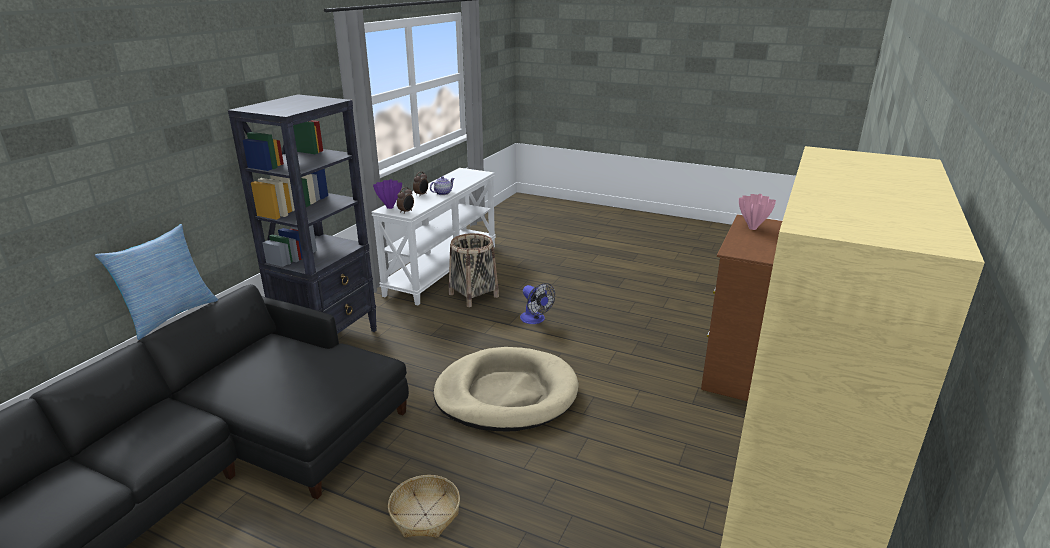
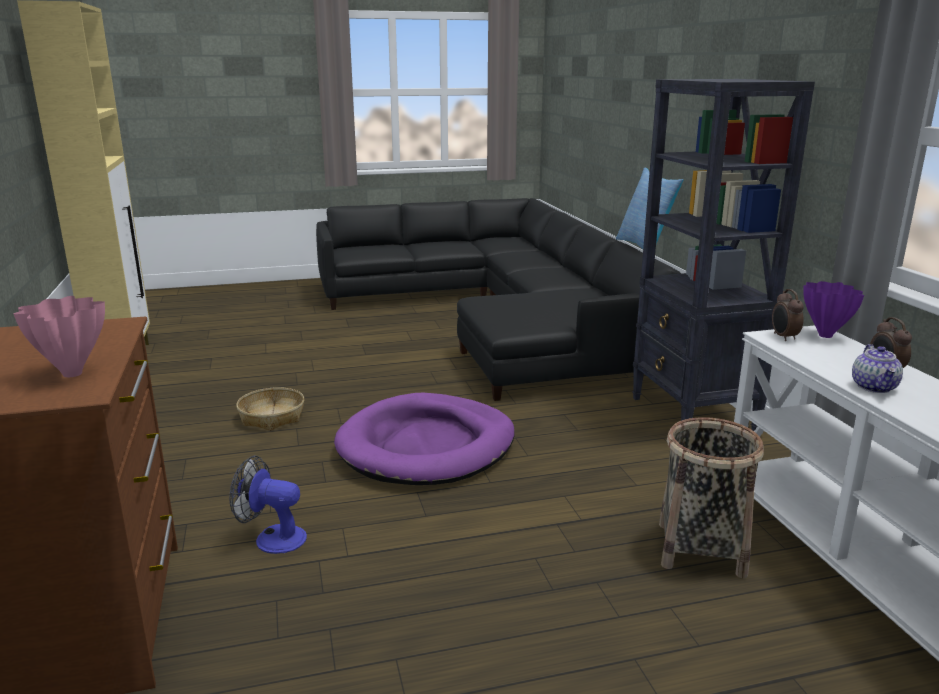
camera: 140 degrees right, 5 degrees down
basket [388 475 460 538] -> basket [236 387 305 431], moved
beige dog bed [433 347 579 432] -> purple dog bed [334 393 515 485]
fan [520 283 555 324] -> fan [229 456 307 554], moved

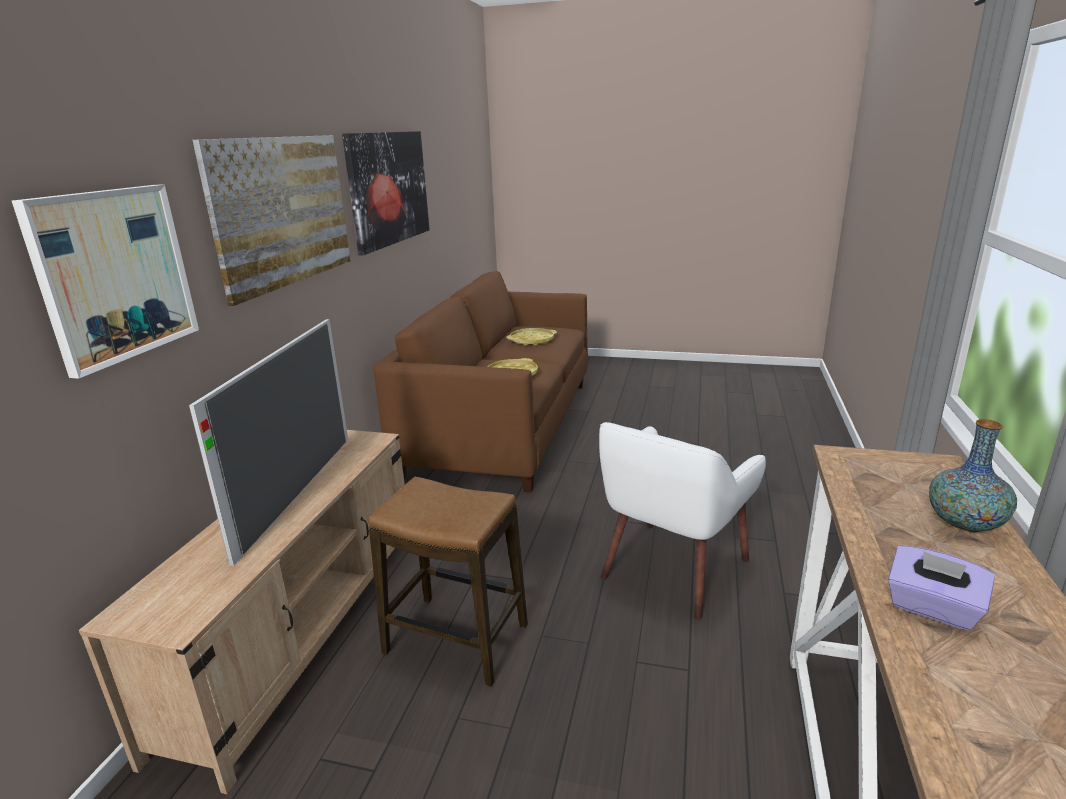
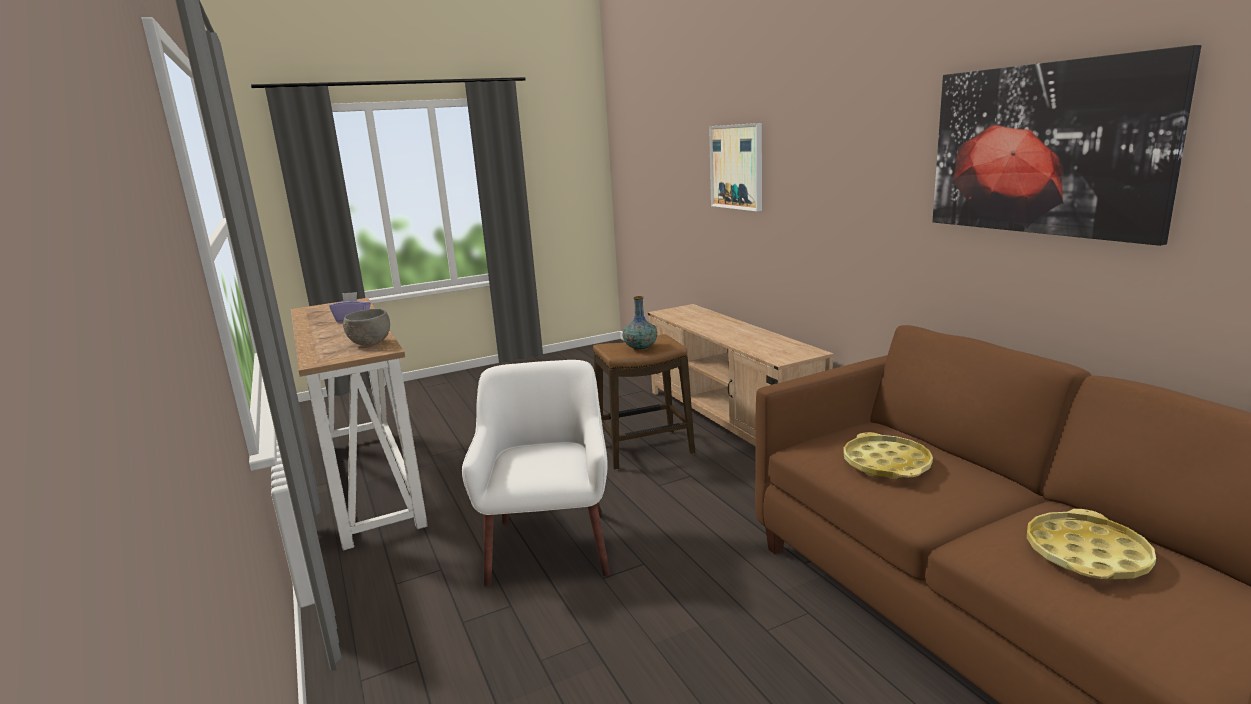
camera: 140 degrees right, 5 degrees down
television [189 319 348 566] -> none
picture [192 135 351 306] -> none
vase [929 419 1017 532] -> vase [623 296 657 351], moved
none -> grey bowl [343 309 390 346]

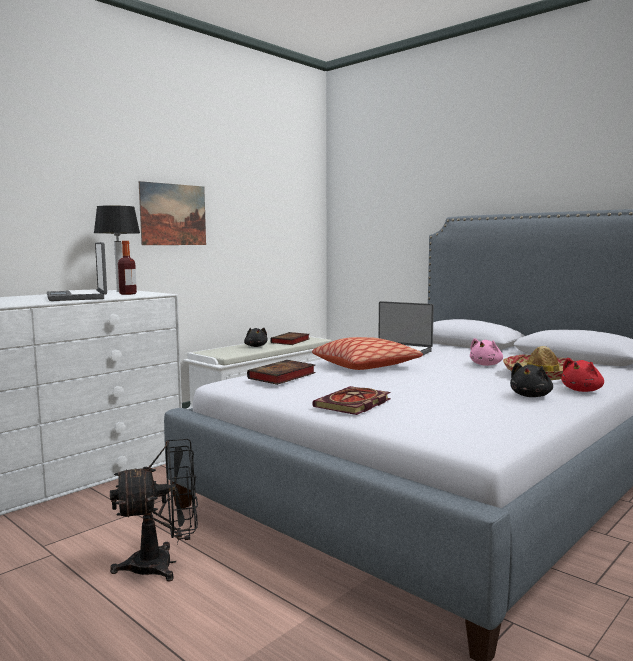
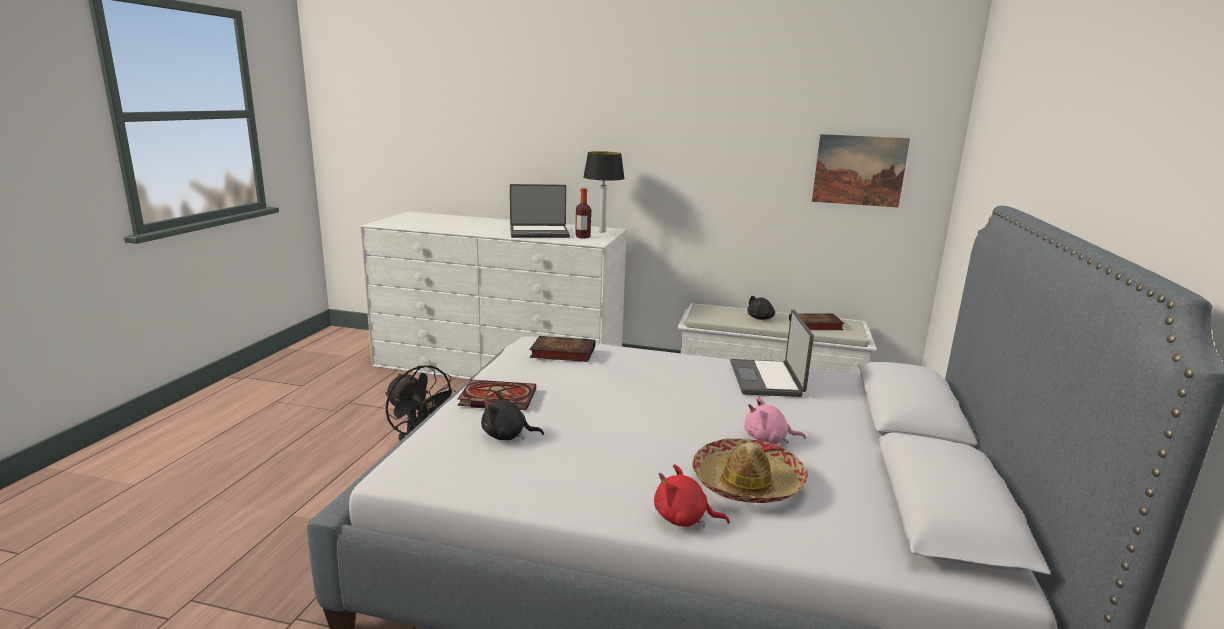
camera: 60 degrees right, 10 degrees up
laptop [47 242 107 301] -> laptop [510 184 570 238], 135 degrees counterclockwise
picture [139 181 206 245] -> picture [812 134 910 207], moved
pillow [312 337 423 370] -> none
black plush toy [510 362 553 397] -> black plush toy [481 392 544 440], moved

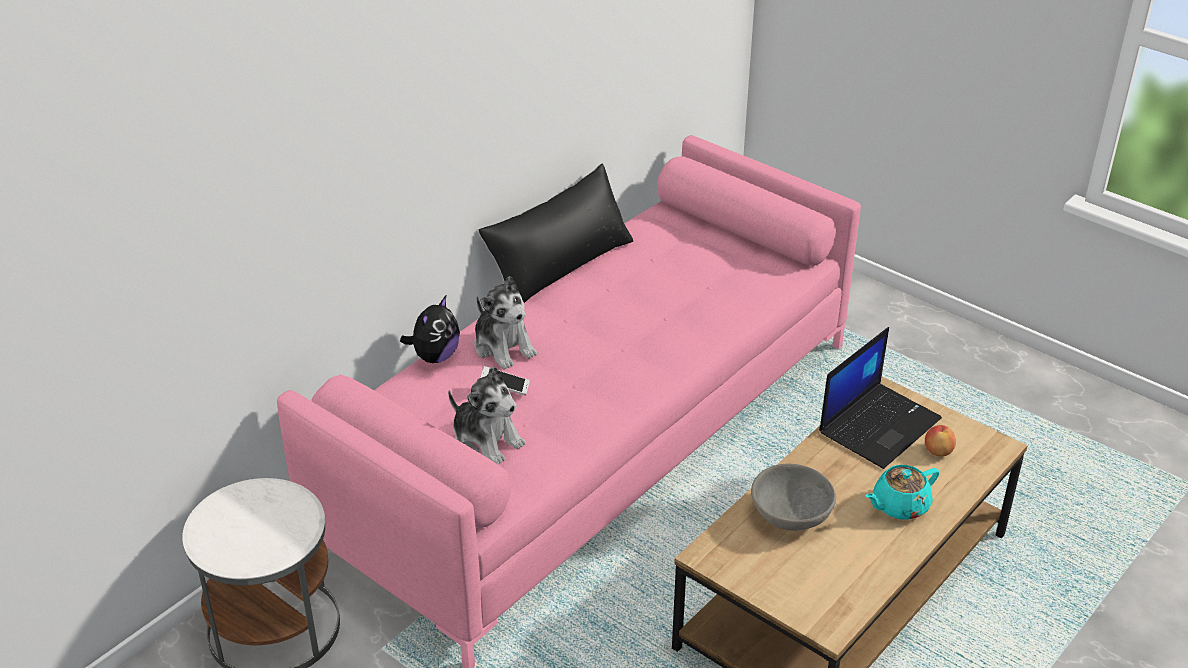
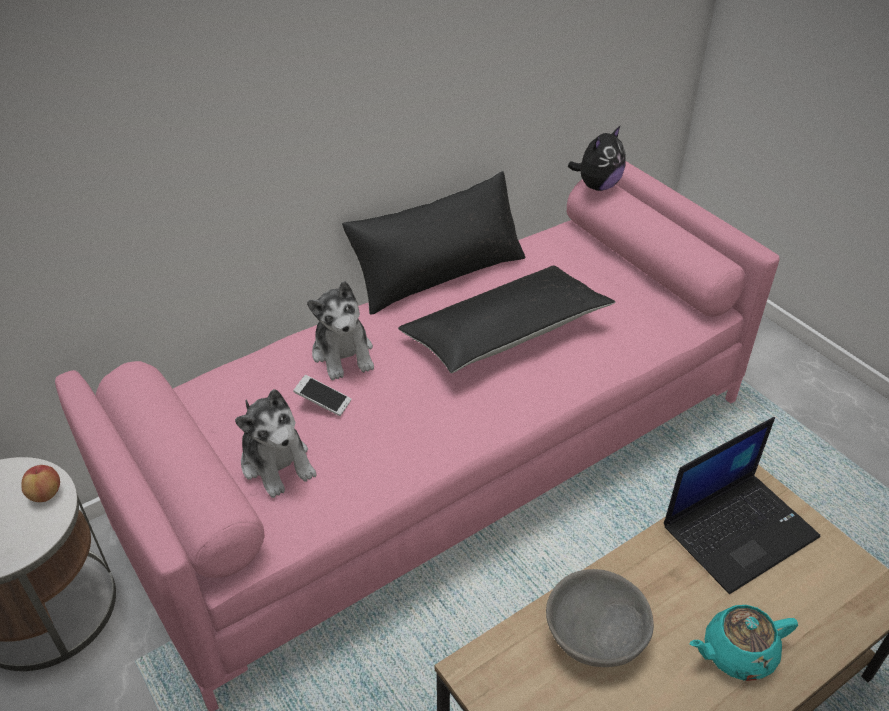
camera: 15 degrees right, 5 degrees up
plush toy [400 296 460 363] -> plush toy [568 125 626 191], moved
apple [925 425 956 457] -> apple [22 465 60 502], moved
none -> black pillow [398 265 615 373]

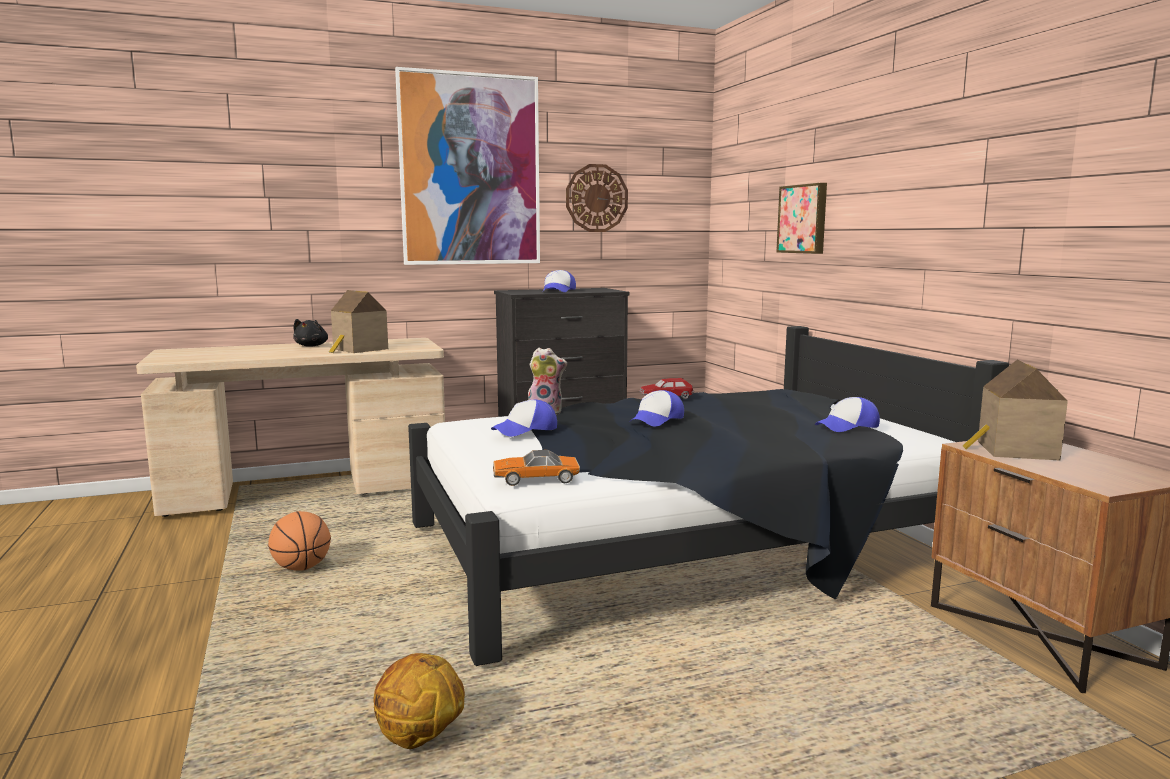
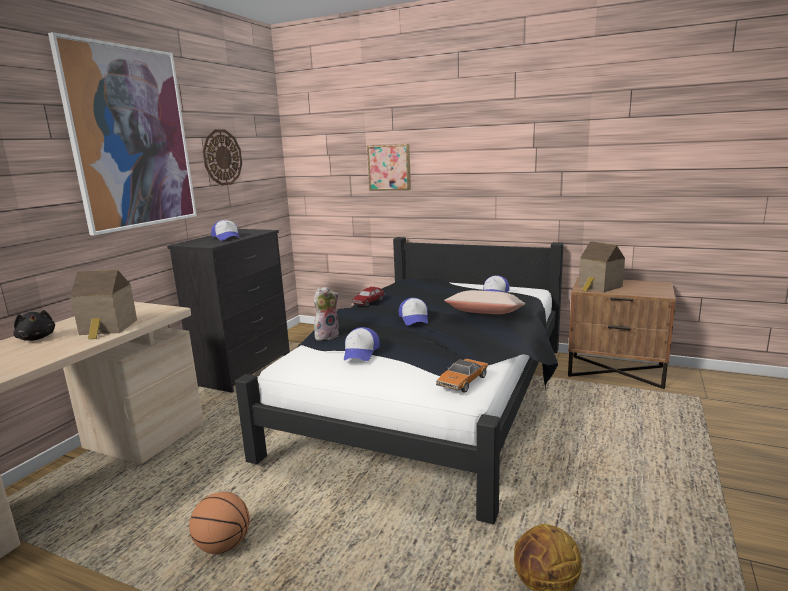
camera: 45 degrees left, 5 degrees up
none -> beige pillow [444 290 525 314]

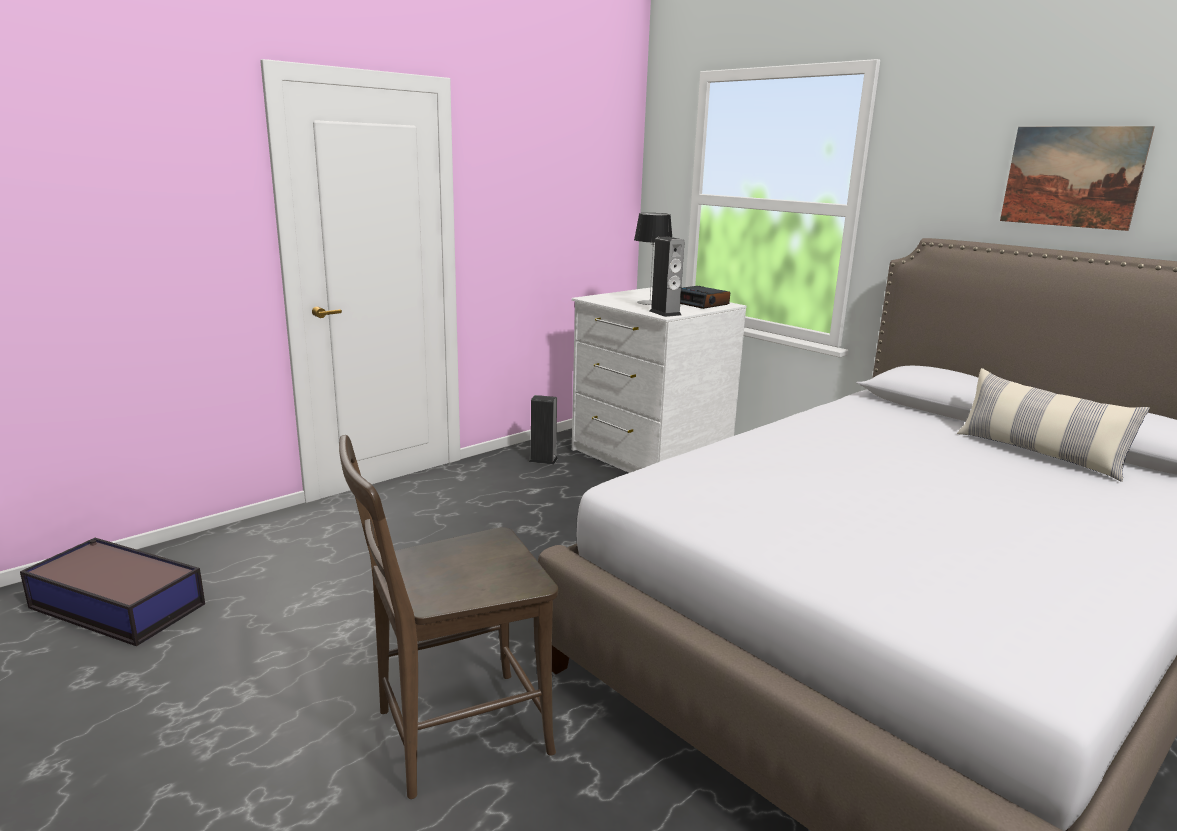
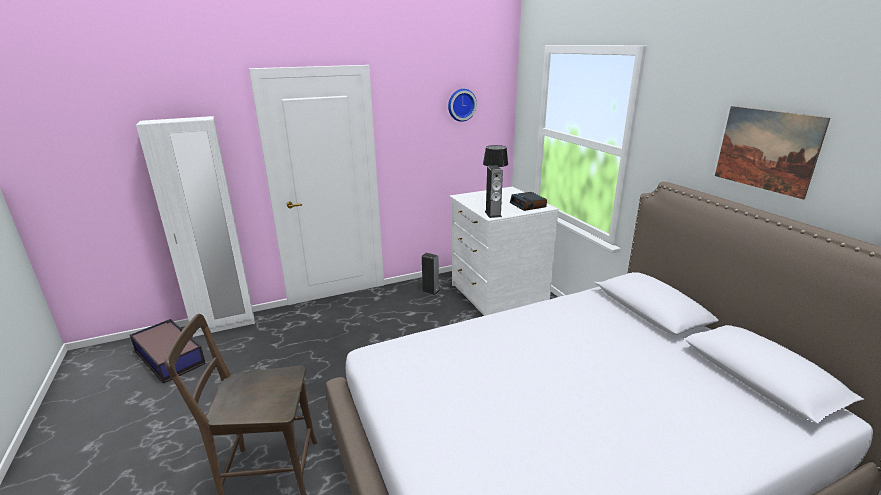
camera: 20 degrees right, 5 degrees up
pillow [957 368 1150 482] -> none
none -> white wardrobe [136 116 255 337]
none -> wall clock [448 89 477 122]

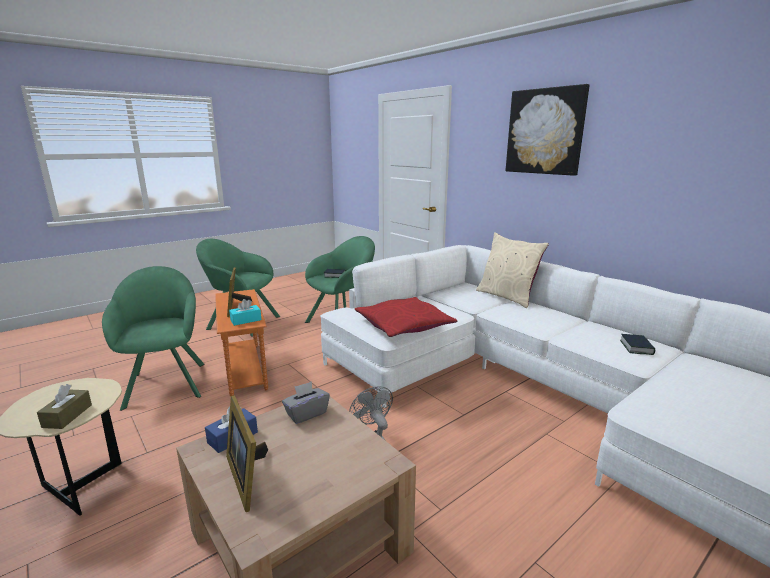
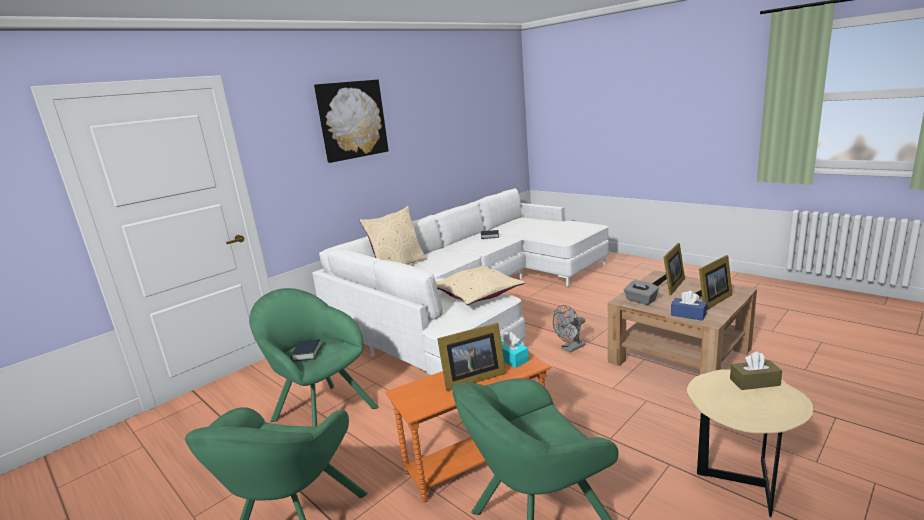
camera: 95 degrees left, 0 degrees up
red pillow [355 297 457 337] -> beige pillow [436 266 525 305]
none -> picture frame [652 243 685 295]

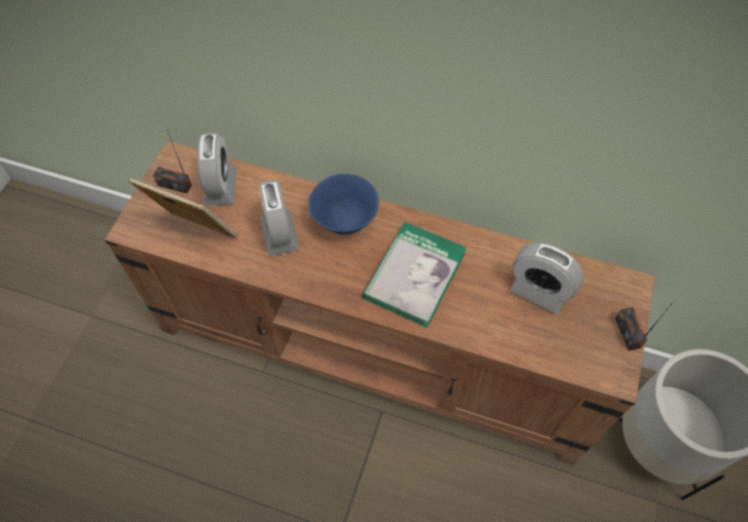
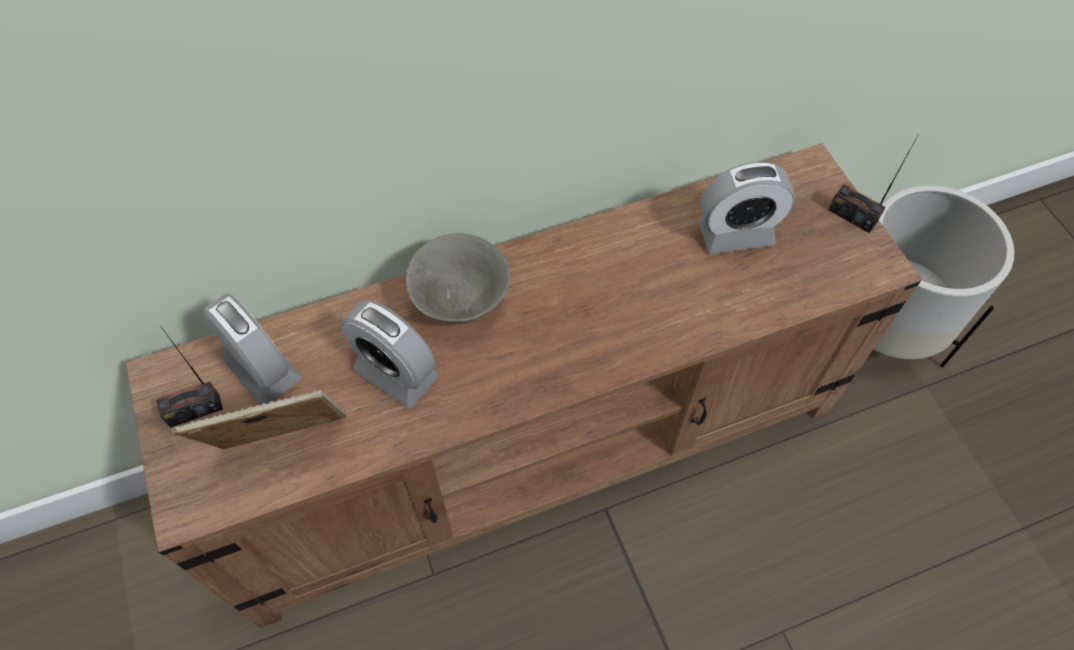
camera: 40 degrees left, 0 degrees up
blue bowl [308 174 379 235] -> grey bowl [406 233 510 324]
book [362 222 466 327] -> none

